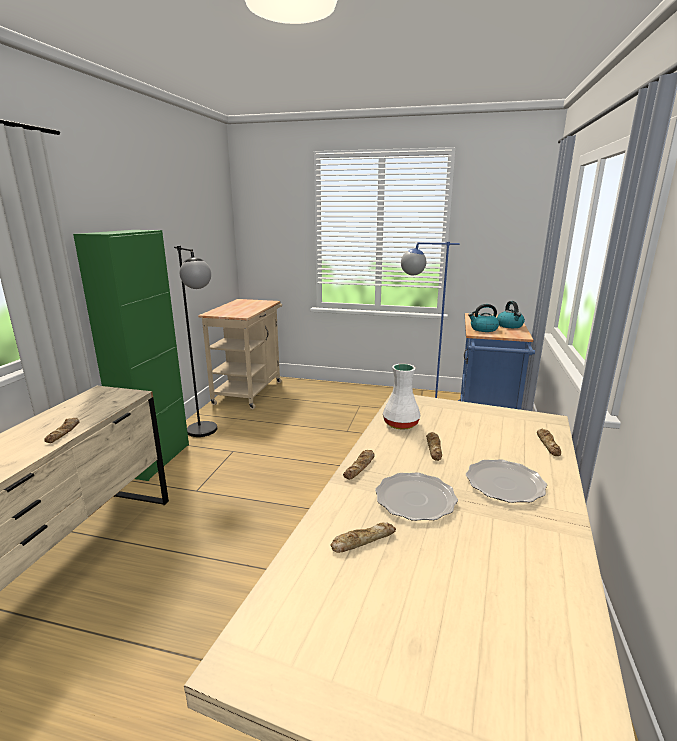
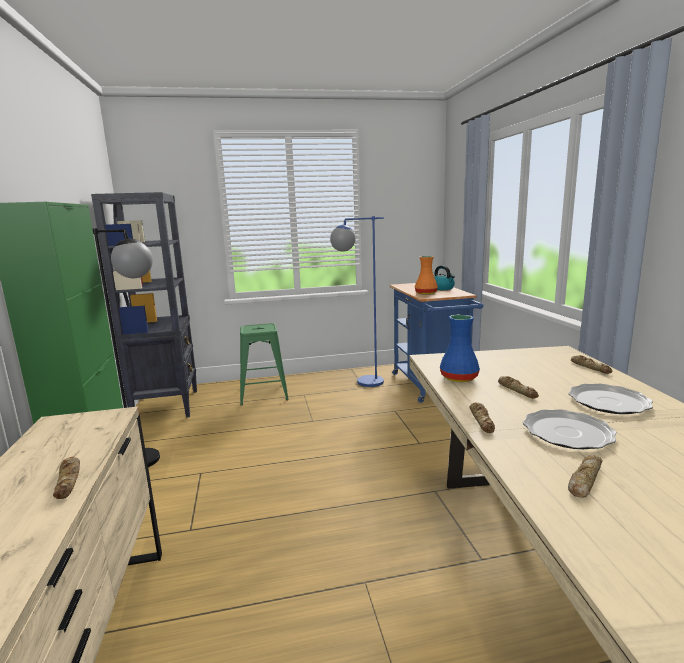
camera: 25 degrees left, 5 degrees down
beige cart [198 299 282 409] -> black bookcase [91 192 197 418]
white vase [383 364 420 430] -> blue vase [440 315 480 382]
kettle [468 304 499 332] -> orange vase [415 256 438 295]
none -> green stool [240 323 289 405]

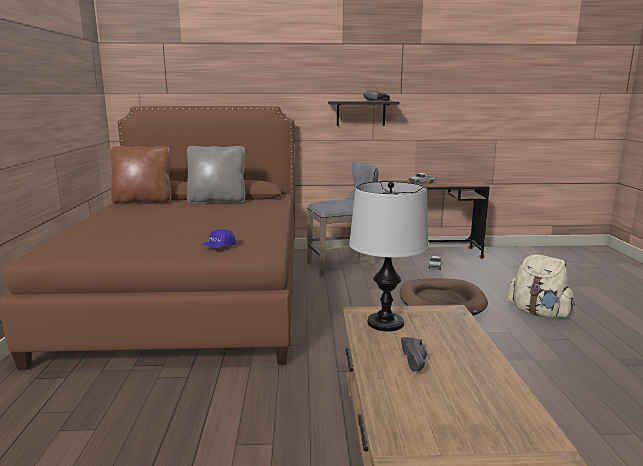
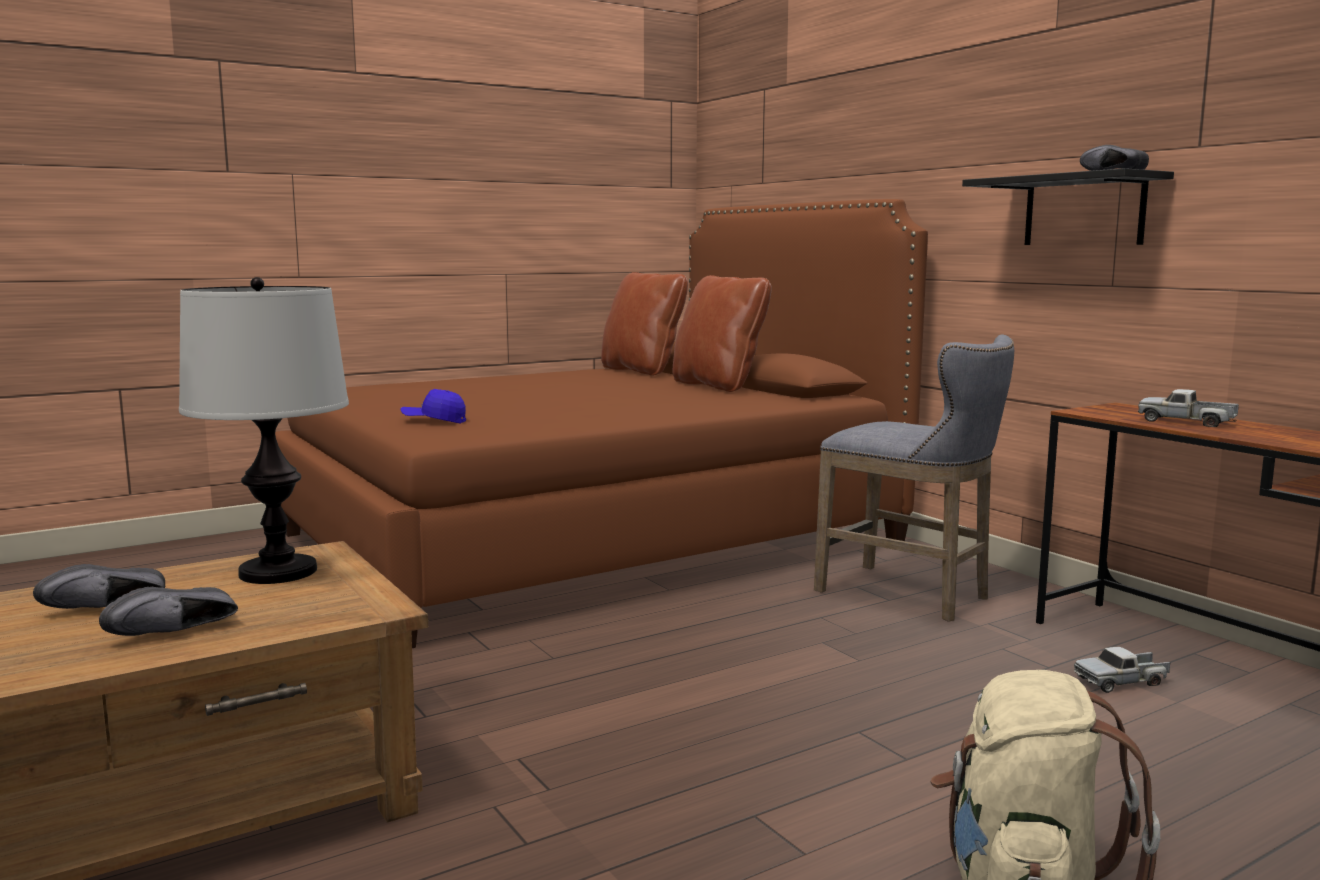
camera: 60 degrees right, 5 degrees down
grey pillow [187 146 245 203] -> brown pillow [672 275 771 392]
brown dog bed [400 278 488 316] -> none
none -> black shoe [99 587 238 636]

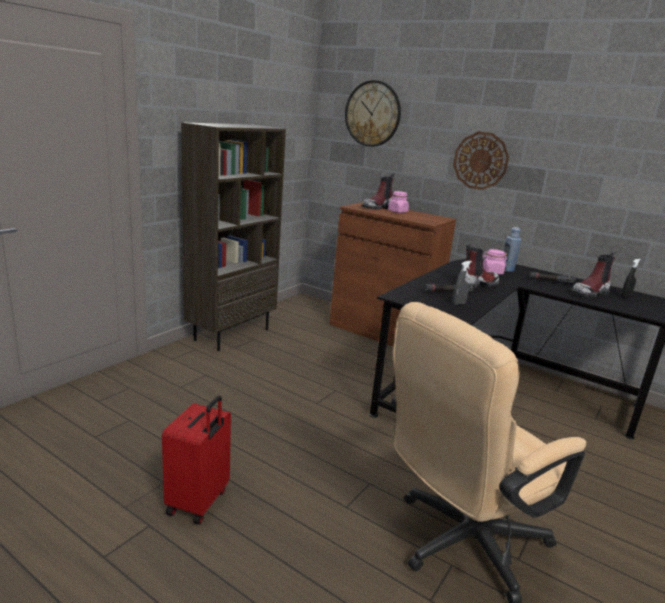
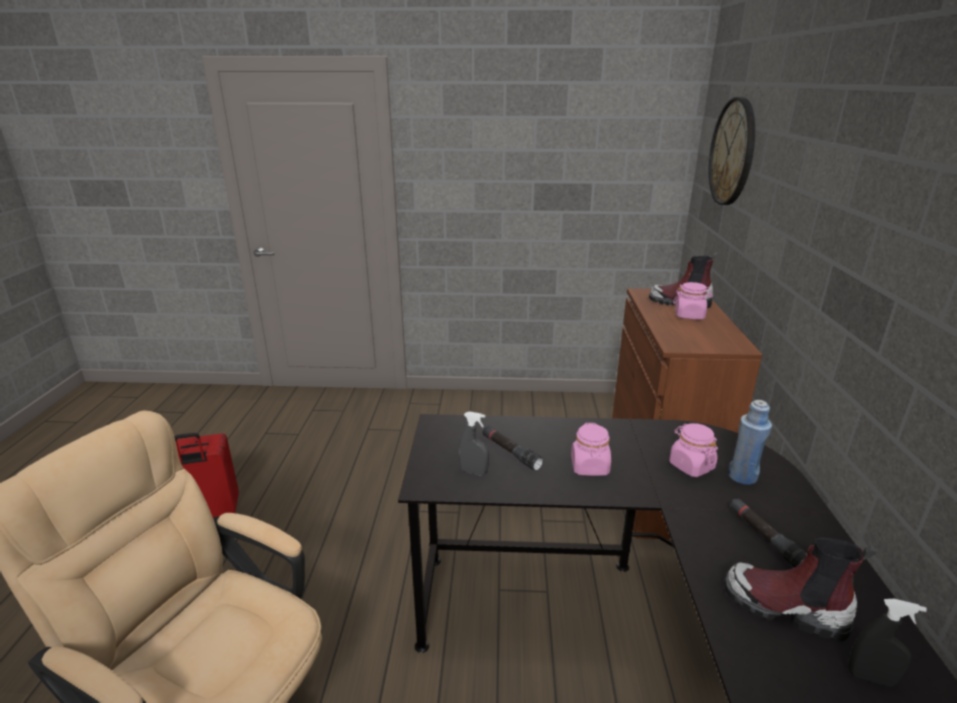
camera: 60 degrees right, 5 degrees up
brown bookcase [181 122 286 351] -> none
wall clock [453 132 509 190] -> none
boot [456 244 500 289] -> pink jar [571 423 611 476]

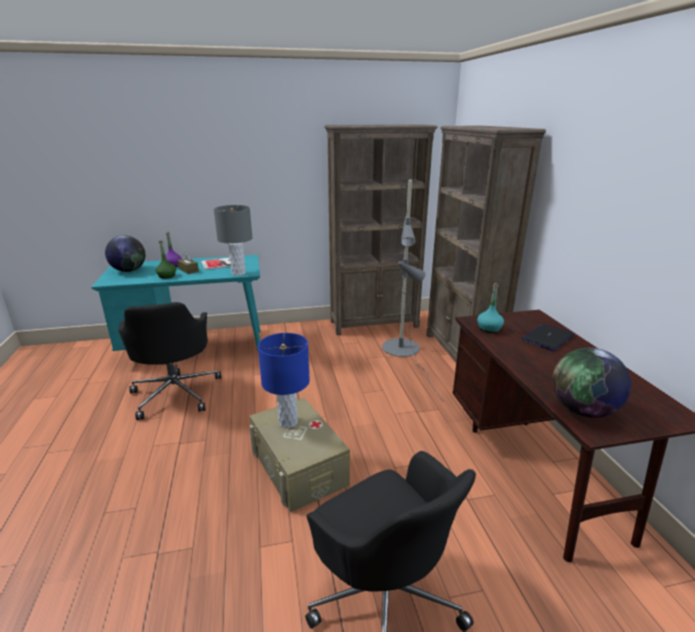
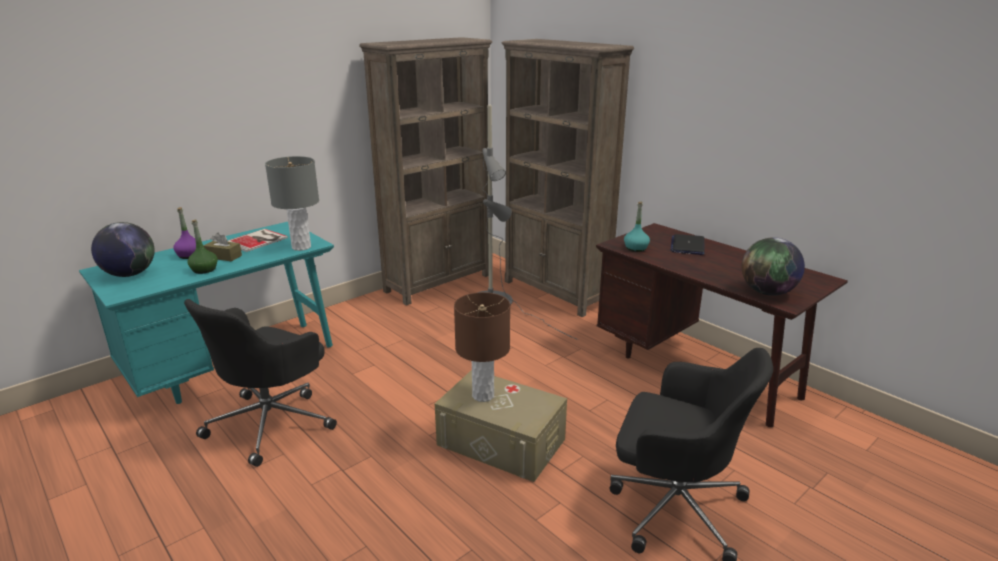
camera: 30 degrees left, 0 degrees up
black office chair [118 302 221 420] -> black office chair [184 299 337 467], 75 degrees clockwise
blue table lamp [258 333 310 428] -> brown table lamp [454 292 510 402]

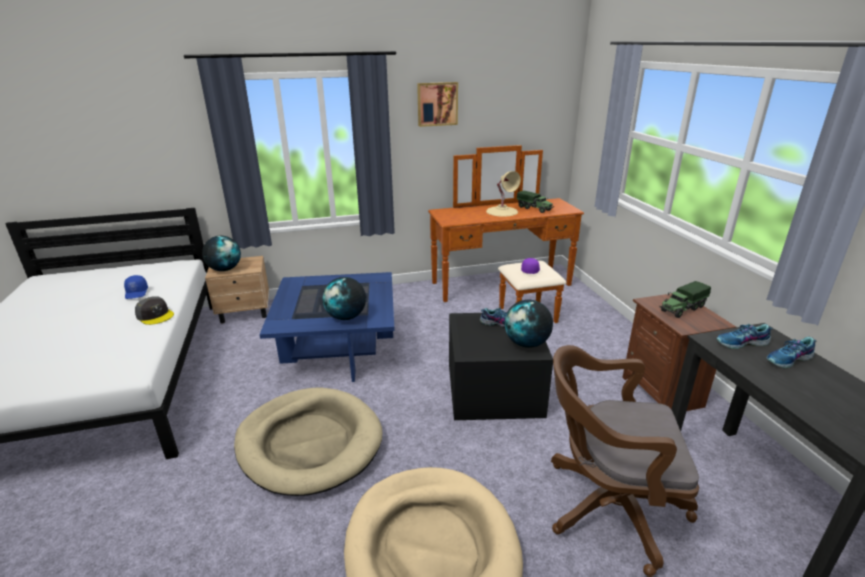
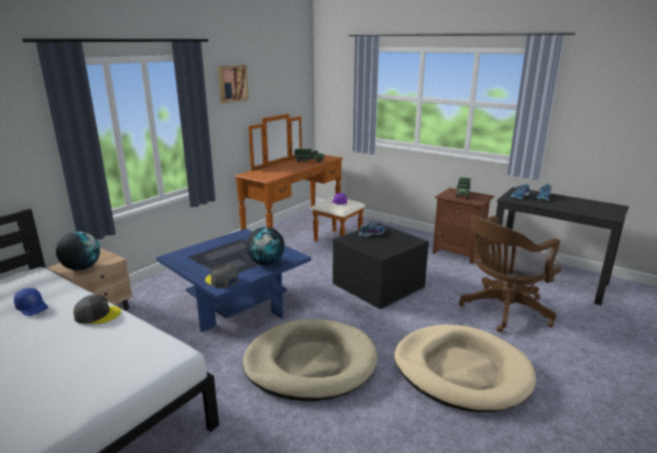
camera: 40 degrees left, 5 degrees down
beige table lamp [486 171 521 217] -> none
globe [504 300 553 348] -> none
none -> grey cap [205 264 238 288]

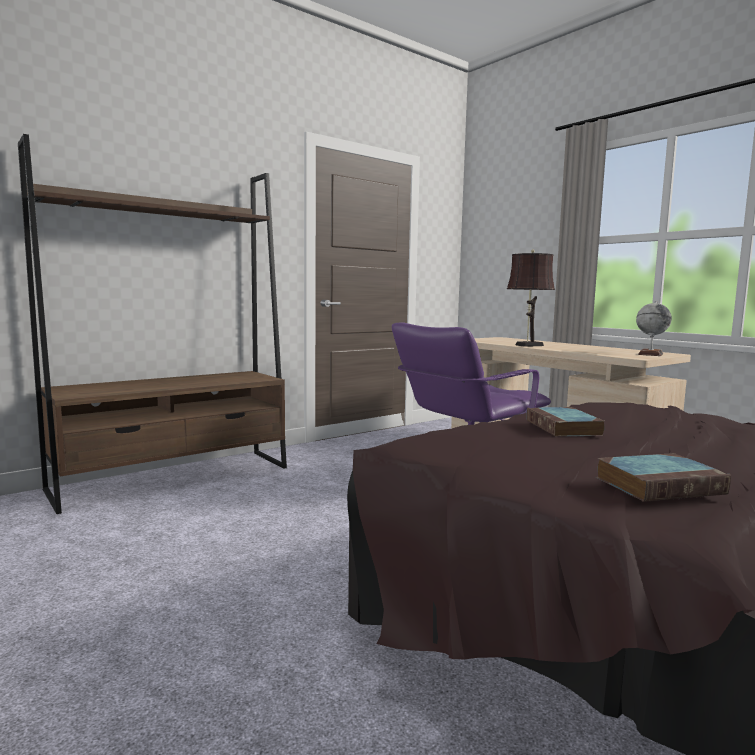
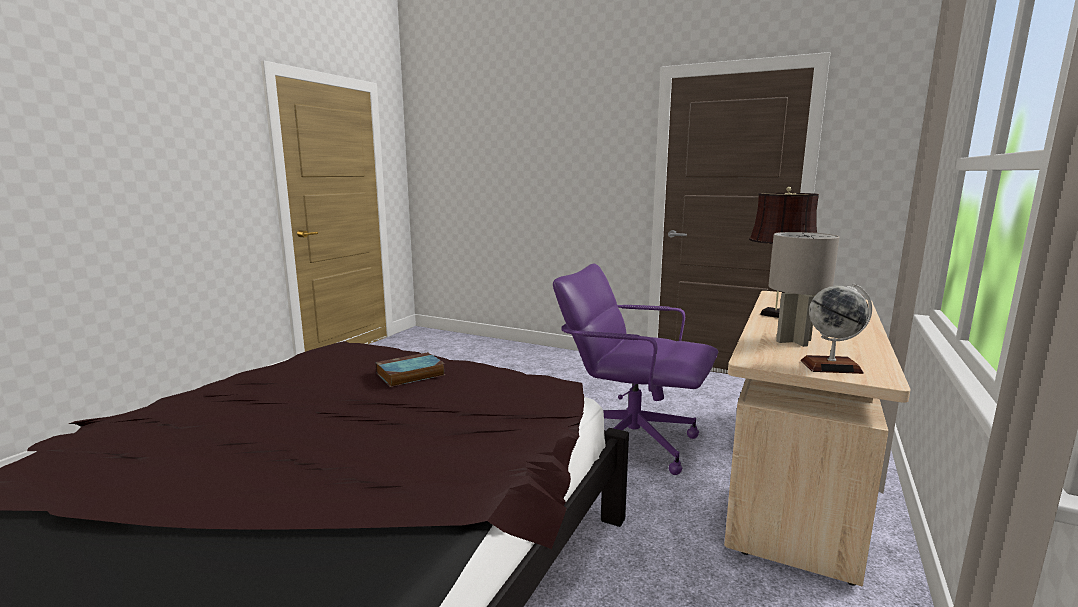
camera: 65 degrees right, 5 degrees up
brown bookcase [18 134 287 514] -> none
book [596 453 731 502] -> none
none -> grey table lamp [768 232 839 347]

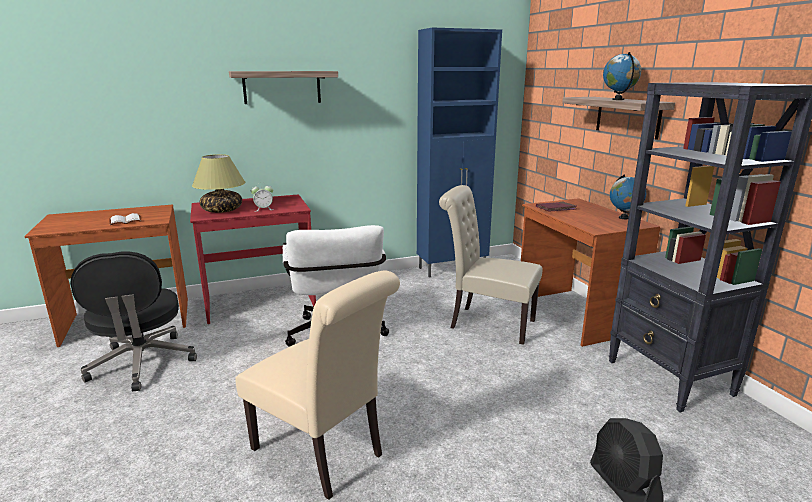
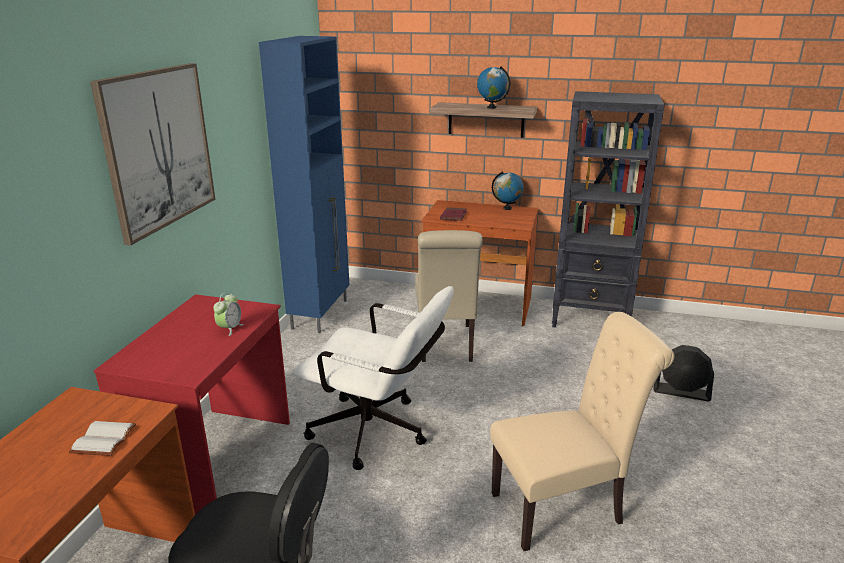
camera: 55 degrees left, 5 degrees up
table lamp [192 154 245 213] -> none
shelf [229 71 338 104] -> picture [90 63 215 245]
beige chair [439 185 542 345] -> beige chair [415 230 483 362], 60 degrees counterclockwise

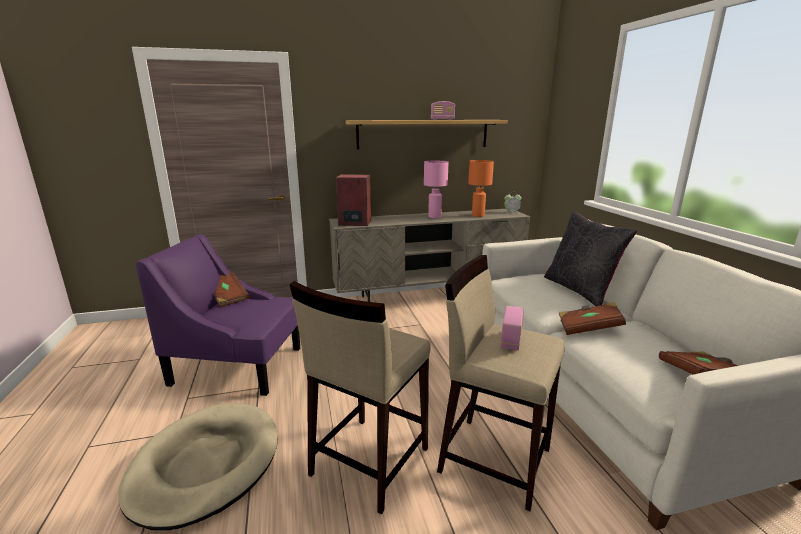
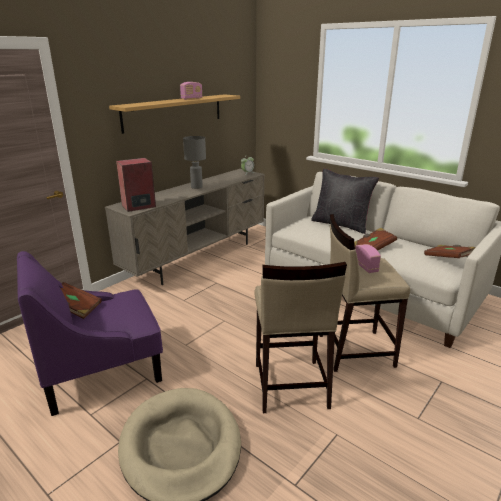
camera: 35 degrees left, 5 degrees up
pink table lamp [424 161 449 218] -> grey table lamp [183 136 206 189]
orange table lamp [468 160 494 217] -> none

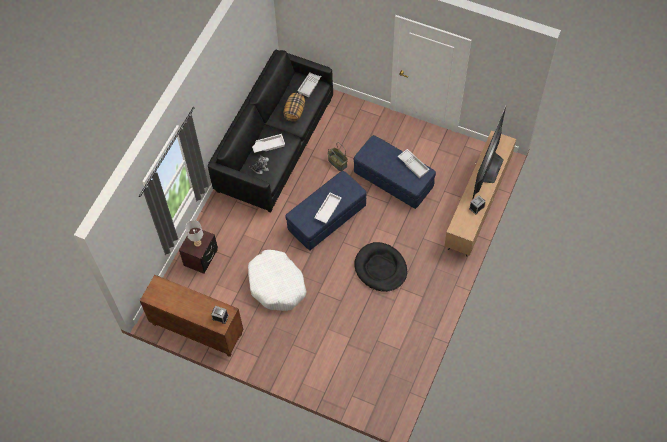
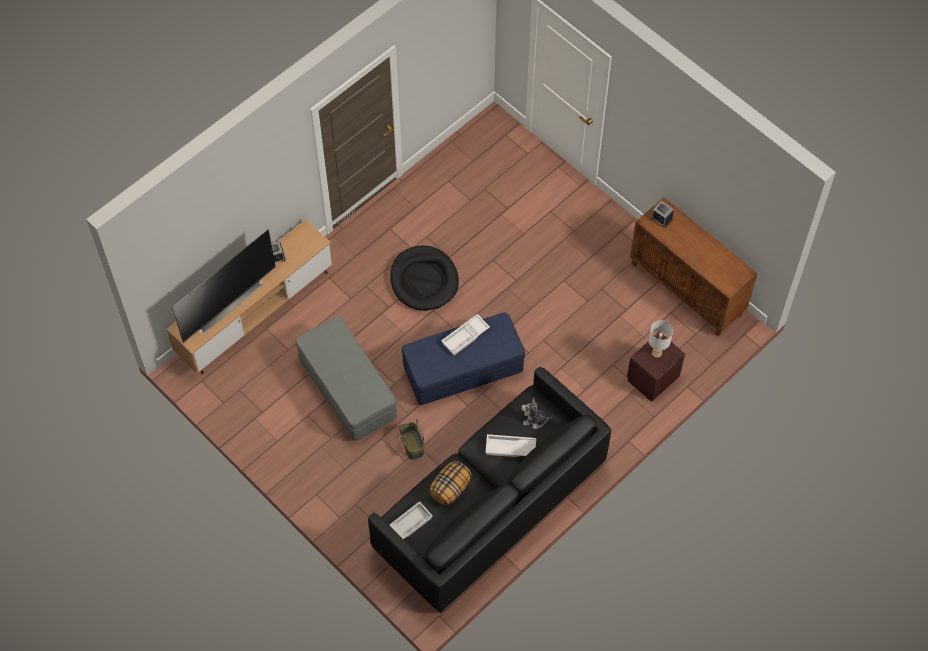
camera: 160 degrees left, 0 degrees up
white dog bed [248 250 306 311] -> none
blue ottoman [354 135 436 209] -> grey ottoman [295 316 397 442]
white tray [398 149 430 178] -> none

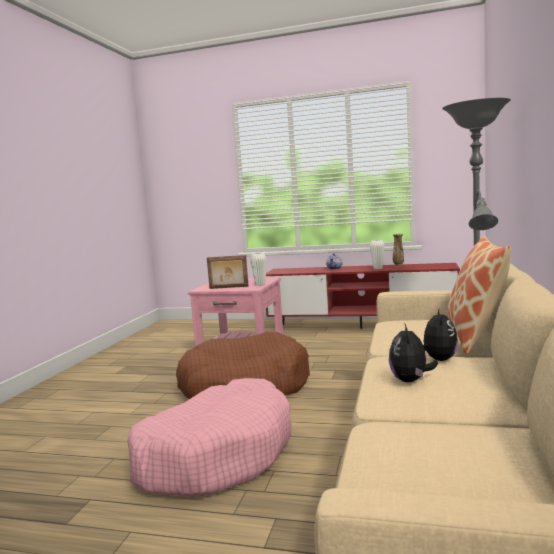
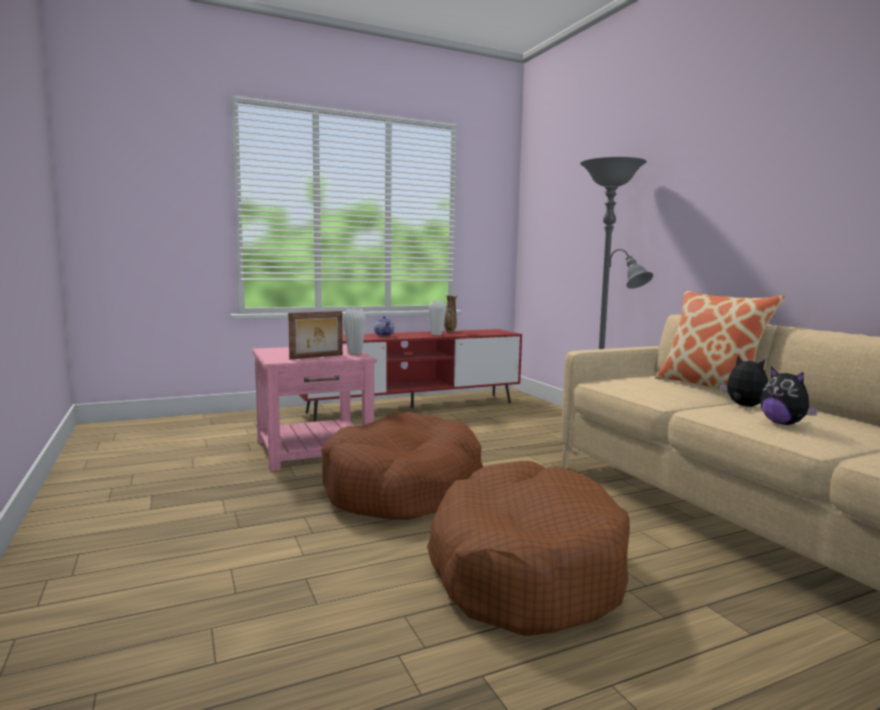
camera: 40 degrees left, 0 degrees up
pink dog bed [127 378 291 497] -> brown dog bed [427 461 630 636]

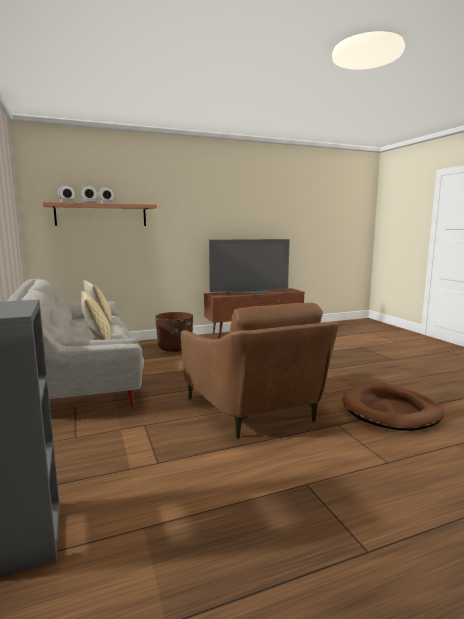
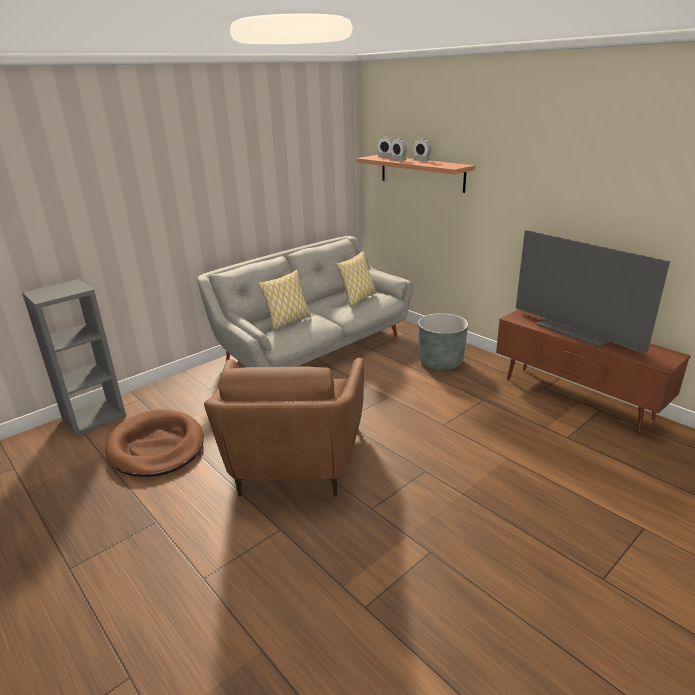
camera: 70 degrees right, 15 degrees up
brown planter [155 312 193 352] -> grey planter [418 313 468 370]
brown armchair [181 303 339 438] -> brown armchair [204 358 364 496], 45 degrees counterclockwise
brown dog bed [342 384 444 431] -> brown dog bed [105 409 204 477], moved

